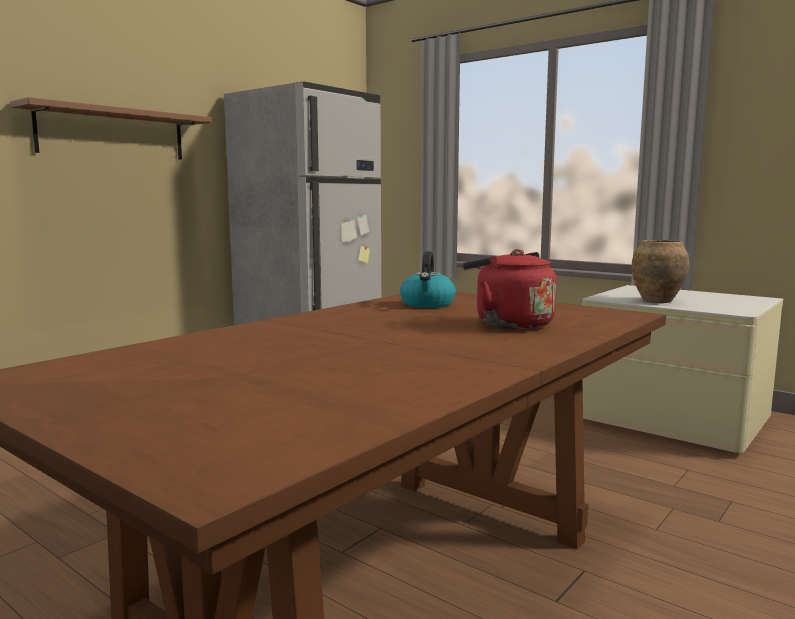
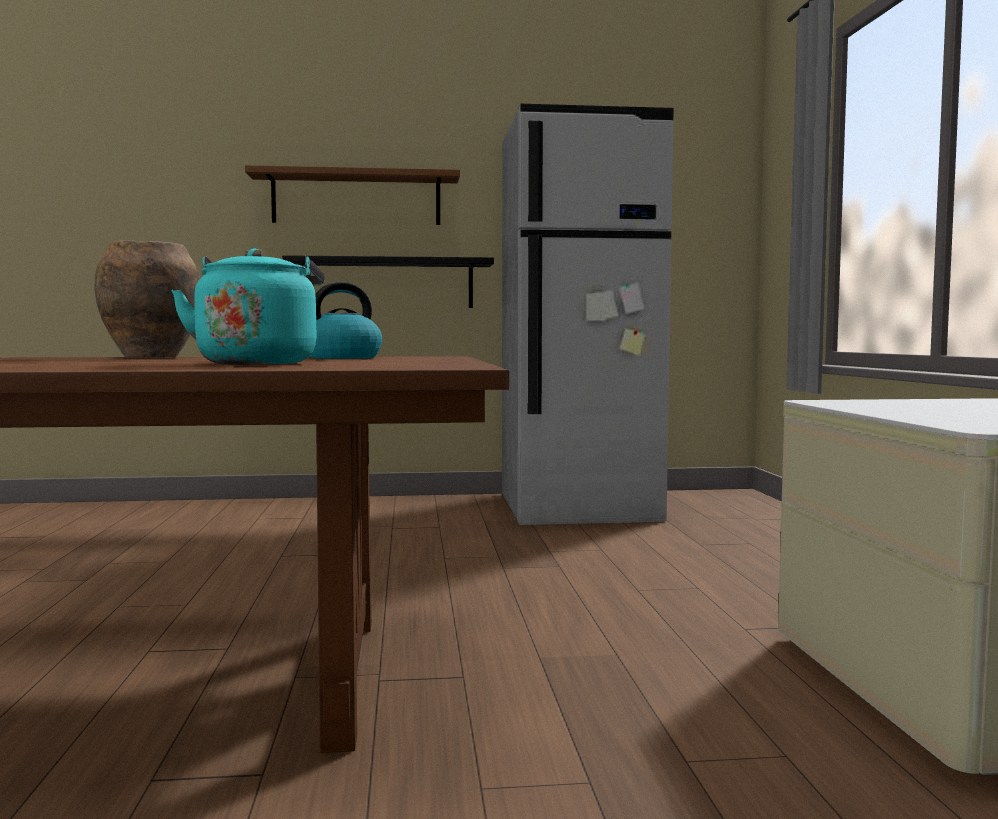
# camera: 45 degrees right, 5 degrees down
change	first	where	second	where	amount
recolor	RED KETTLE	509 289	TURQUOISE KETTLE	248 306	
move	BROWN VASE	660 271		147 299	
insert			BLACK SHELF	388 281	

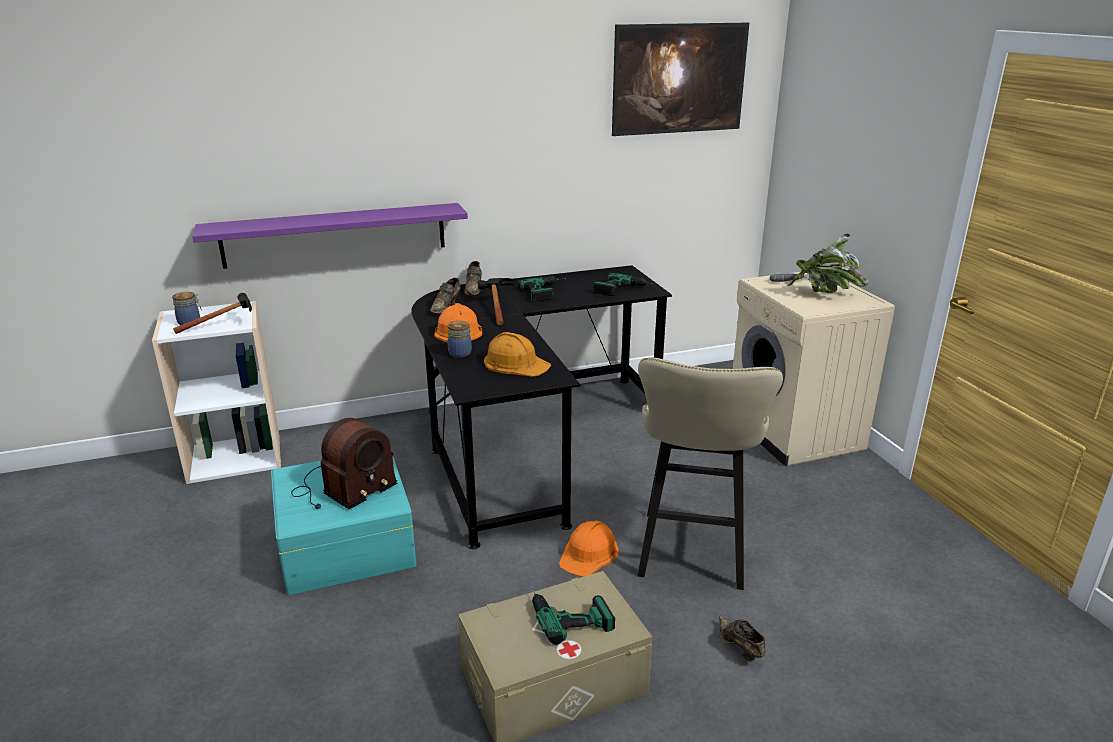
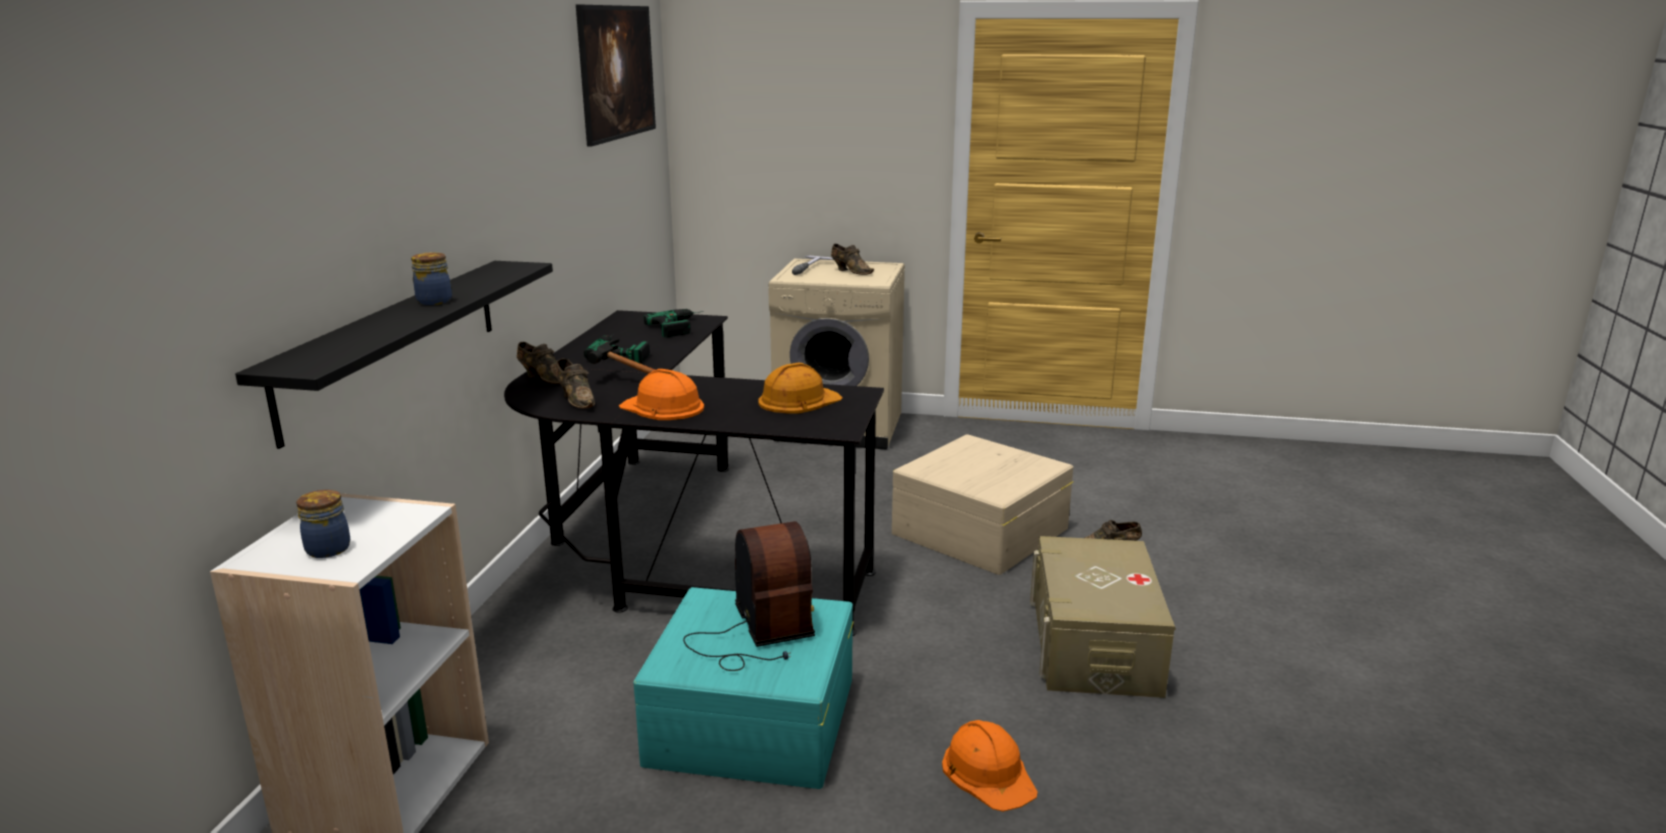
# camera: 60 degrees left, 5 degrees down
change	first	where	second	where	amount
delete	HAMMER	212 313			
recolor	PURPLE SHELF	330 236	BLACK SHELF	394 355	
move	JAR	459 339		431 278	
delete	POWER DRILL	573 615			
move	ORANGE HARD HAT	588 549		990 766	
replace	BEIGE STOOL	710 473	BEIGE STORAGE BOX	982 504	
replace	POTTED PLANT	828 263	BROWN SHOE	852 259	

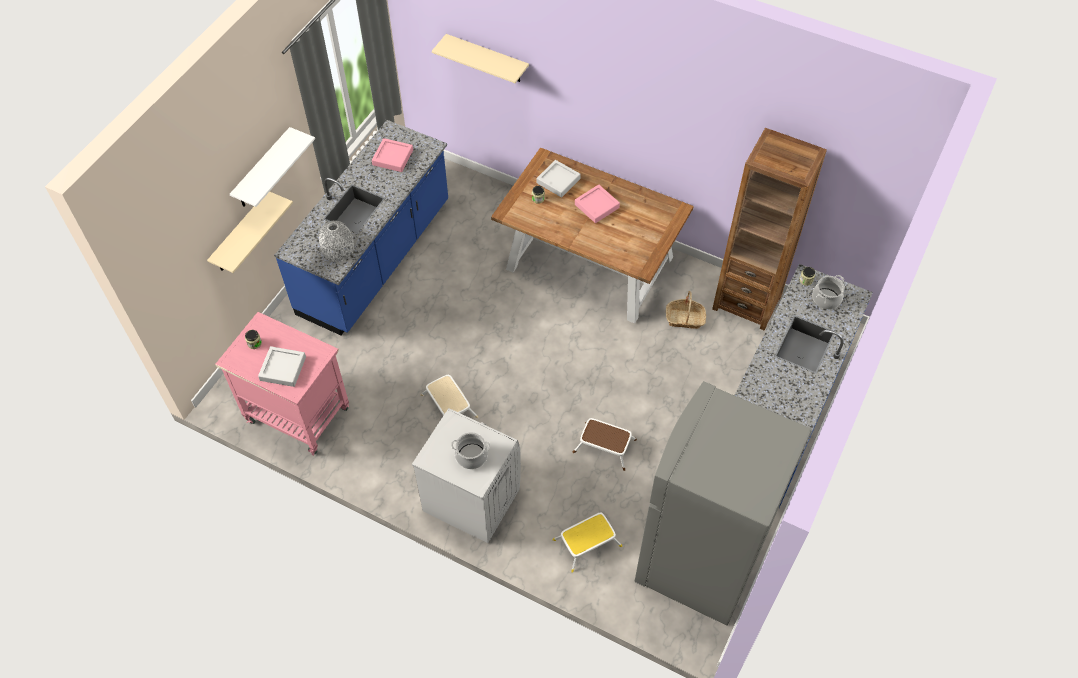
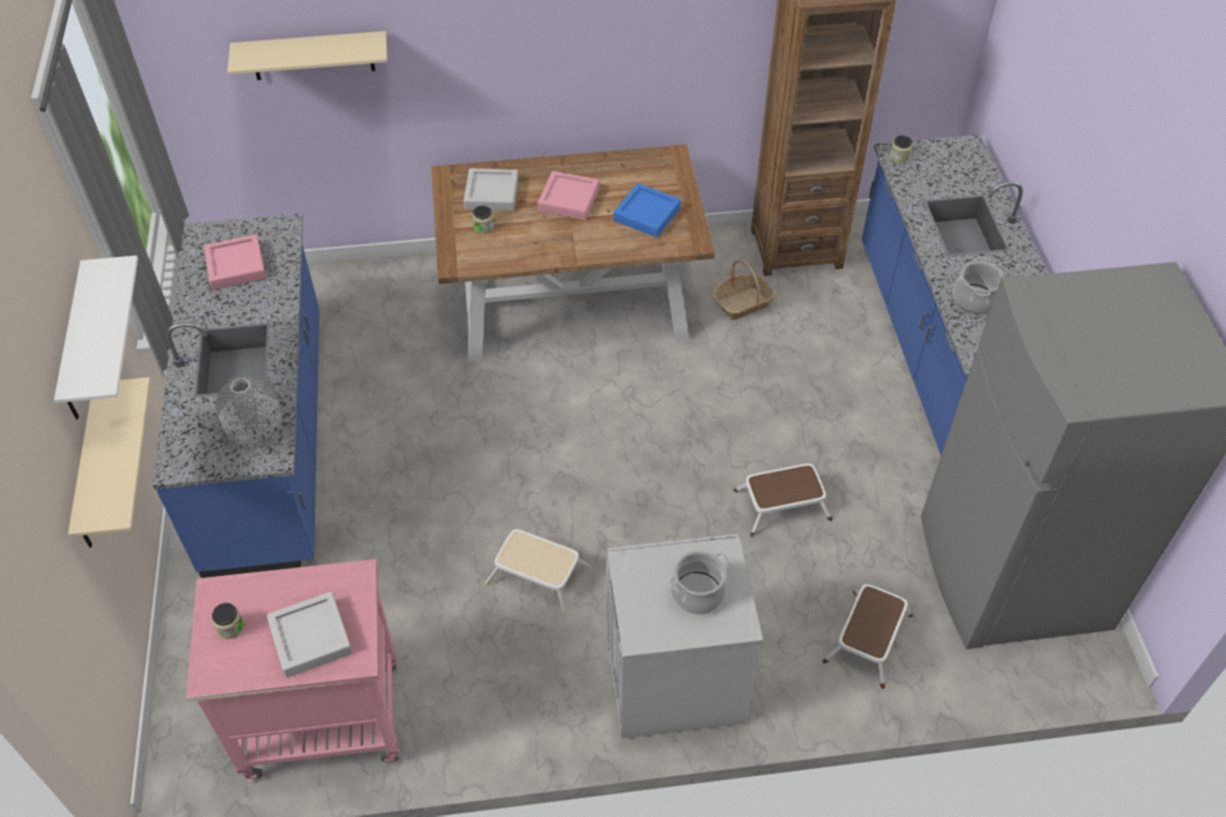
# camera: 35 degrees left, 5 degrees down
change	first	where	second	where	amount
recolor	YELLOW STEP LADDER	588 542	BROWN STEP LADDER	867 636	
move	COOKING POT	828 292		978 285	
insert			BLUE TRAY	647 210	

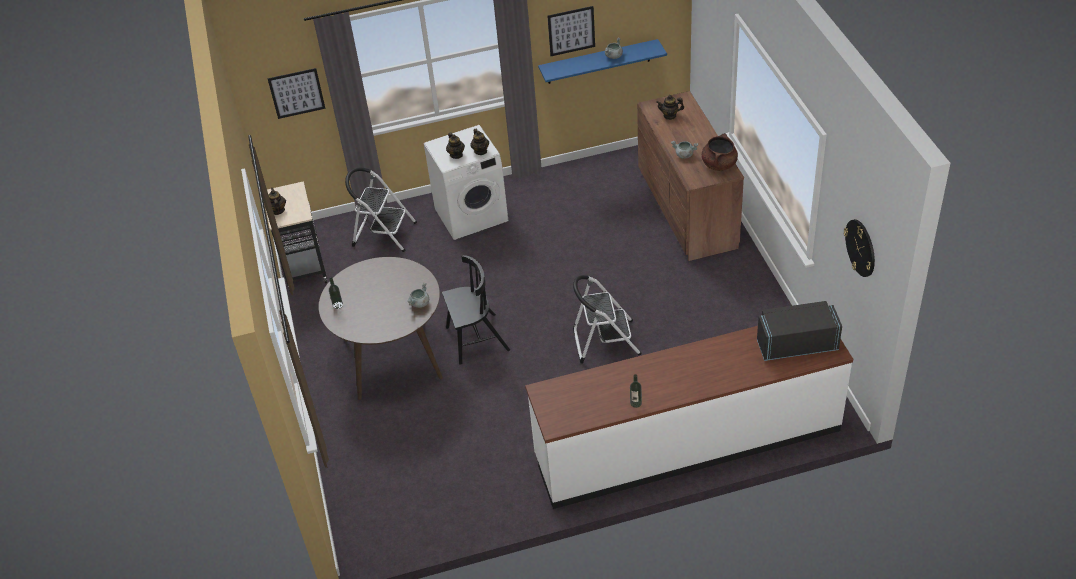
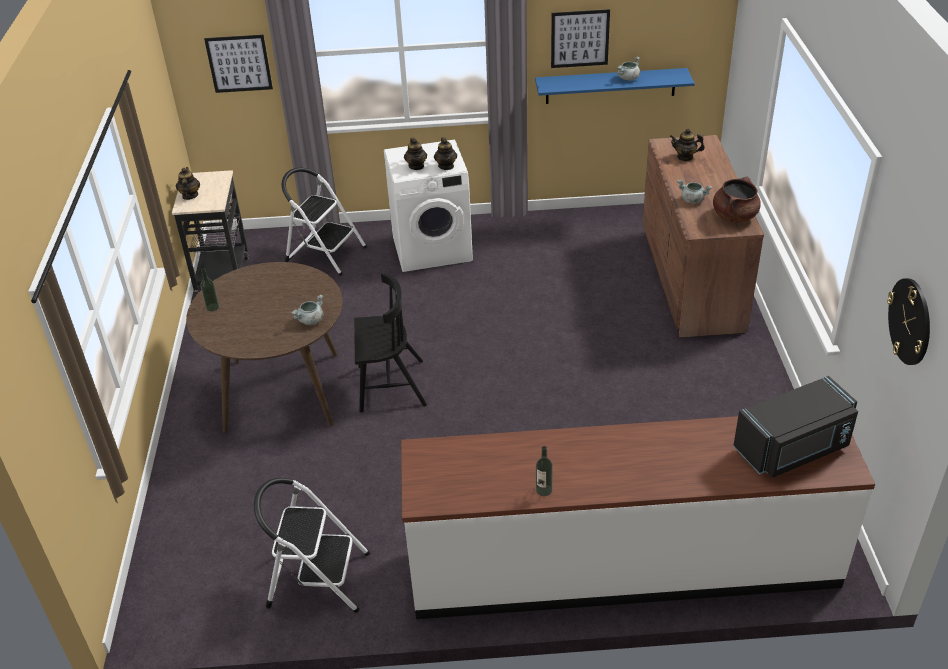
# camera: 10 degrees right, 5 degrees down
change	first	where	second	where	amount
move	STEP LADDER	607 319		312 545	
rotate	BLACK MICROWAVE	799 331		795 426	150 degrees clockwise

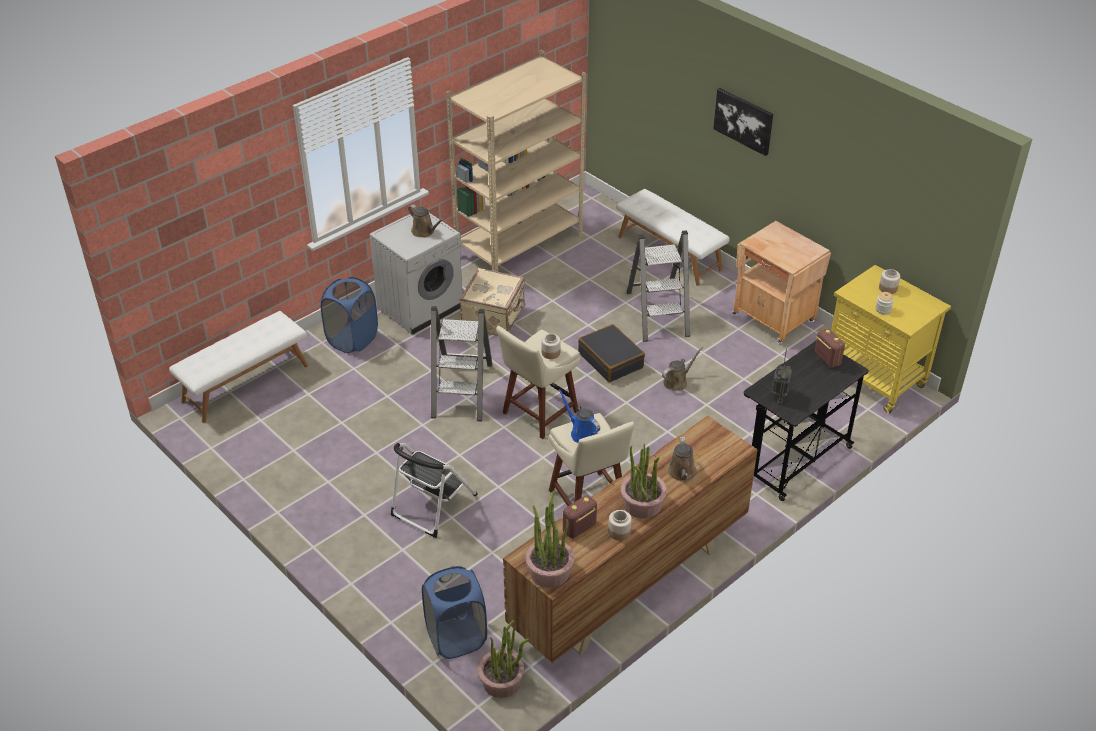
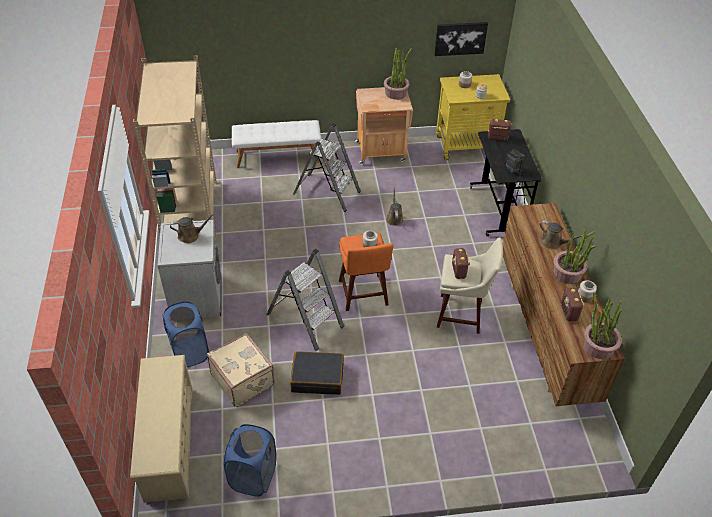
# camera: 55 degrees left, 5 degrees up
change	first	where	second	where	amount
replace	WHITE BENCH	238 367	BEIGE SHOE RACK	161 429	
delete	STEP LADDER	434 490			
move	BLUE LAUNDRY BASKET	454 612		250 460	
move	BEIGE SUITCASE	492 302		241 370	
move	POTTED PLANT	504 659		398 73	
recolor	BEIGE STOOL	538 382	ORANGE STOOL	366 272	
replace	BLUE WATERING CAN	579 416	RADIO	461 263	
move	BLACK SUITCASE	611 353		317 373	
move	PICTURE	743 122		461 39	

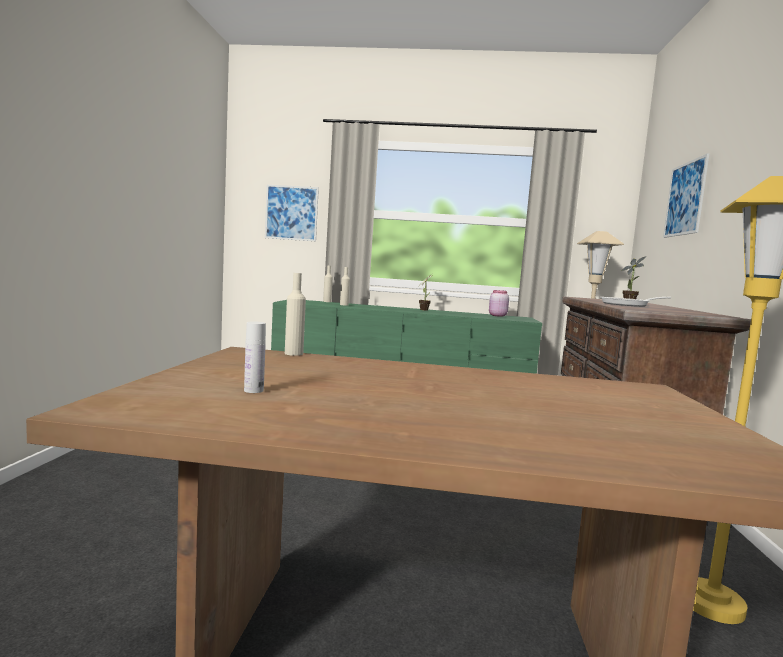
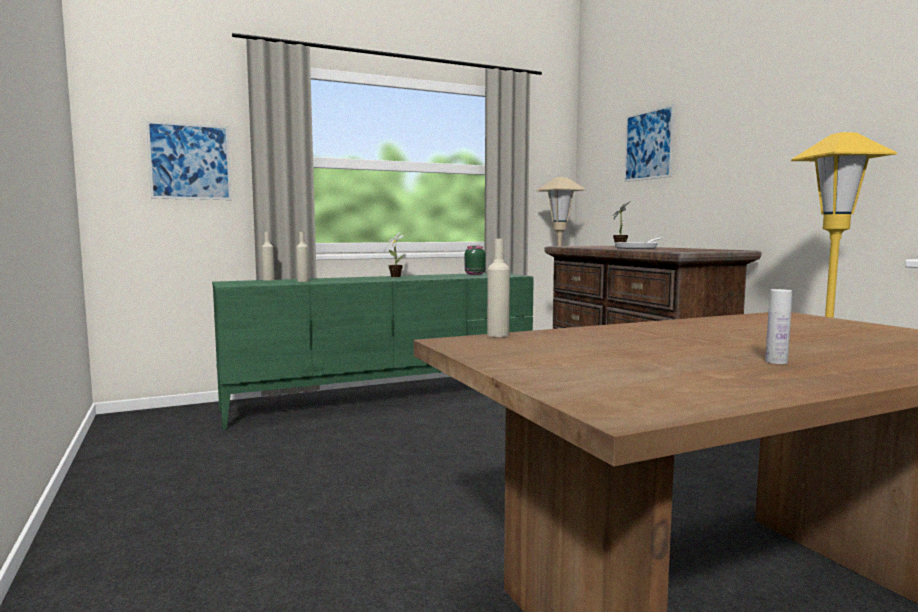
# camera: 30 degrees left, 0 degrees up
change	first	where	second	where	amount
move	WHITE BOTTLE	255 357		778 326	
recolor	PINK JAR	499 303	GREEN JAR	475 260	

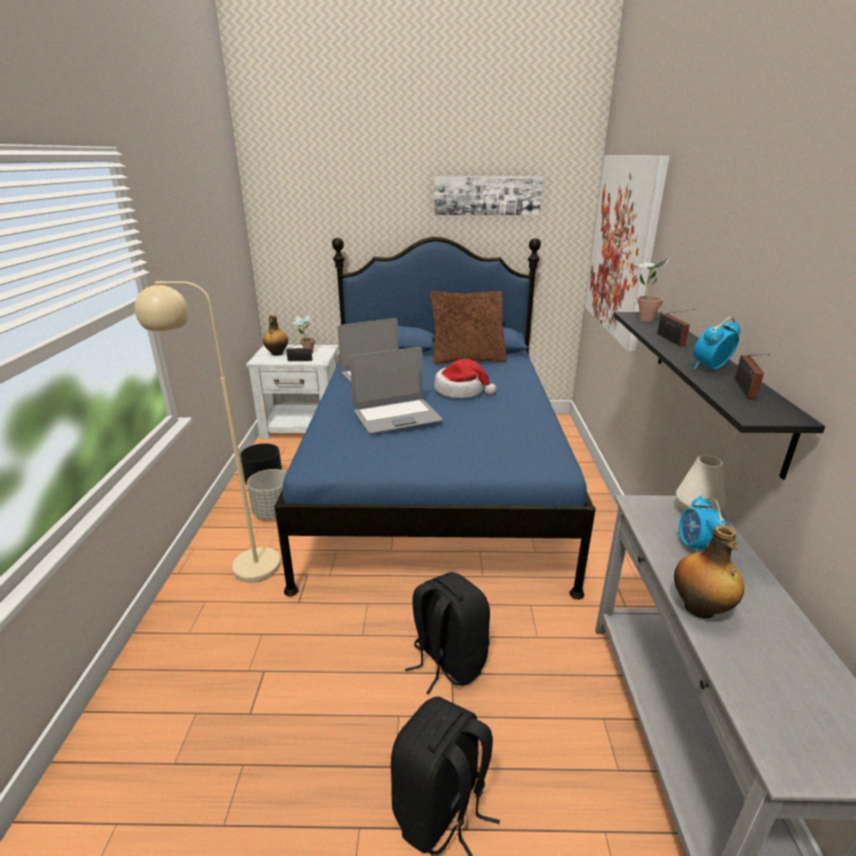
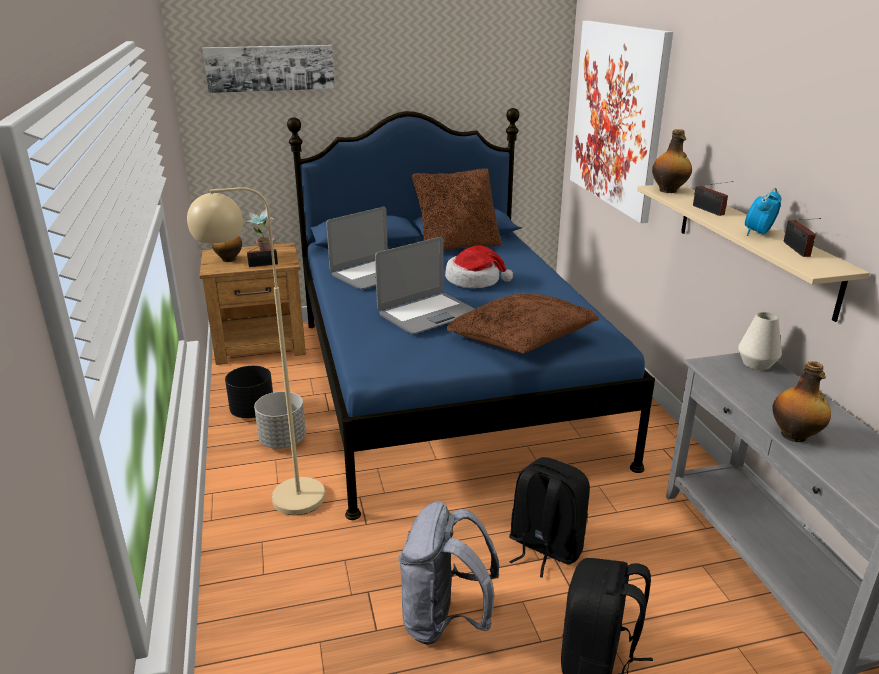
# camera: 15 degrees left, 0 degrees up
change	first	where	second	where	amount
recolor	WHITE NIGHTSTAND	292 392	BROWN NIGHTSTAND	253 304	
move	PICTURE	488 196		269 69	
recolor	BLACK SHELF	719 396	BEIGE SHELF	753 253	
replace	POTTED PLANT	650 288	BOTTLE	672 161	
delete	ALARM CLOCK	703 524			
insert			GREY BACKPACK	448 573	
insert			BROWN PILLOW	523 323	

